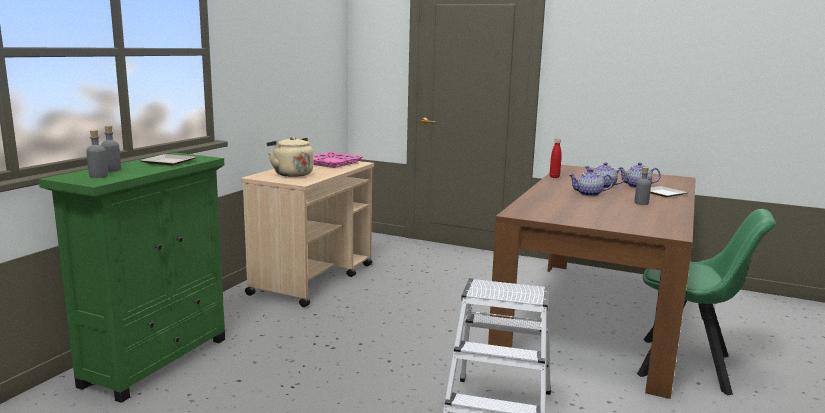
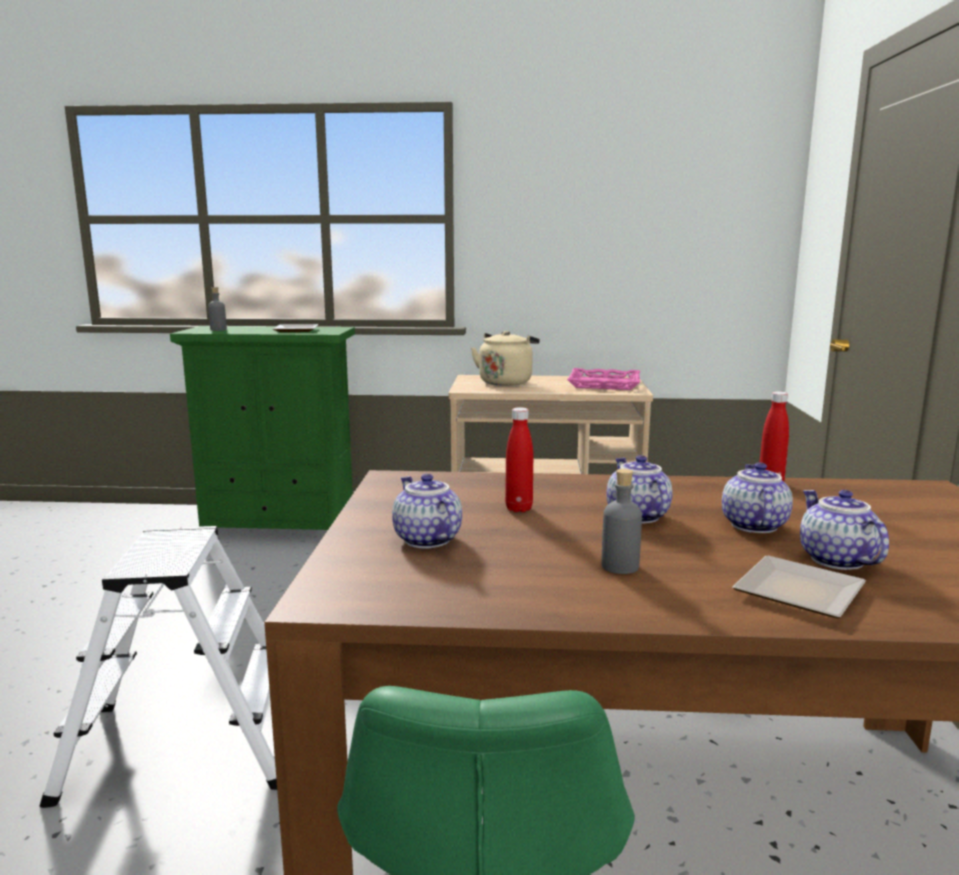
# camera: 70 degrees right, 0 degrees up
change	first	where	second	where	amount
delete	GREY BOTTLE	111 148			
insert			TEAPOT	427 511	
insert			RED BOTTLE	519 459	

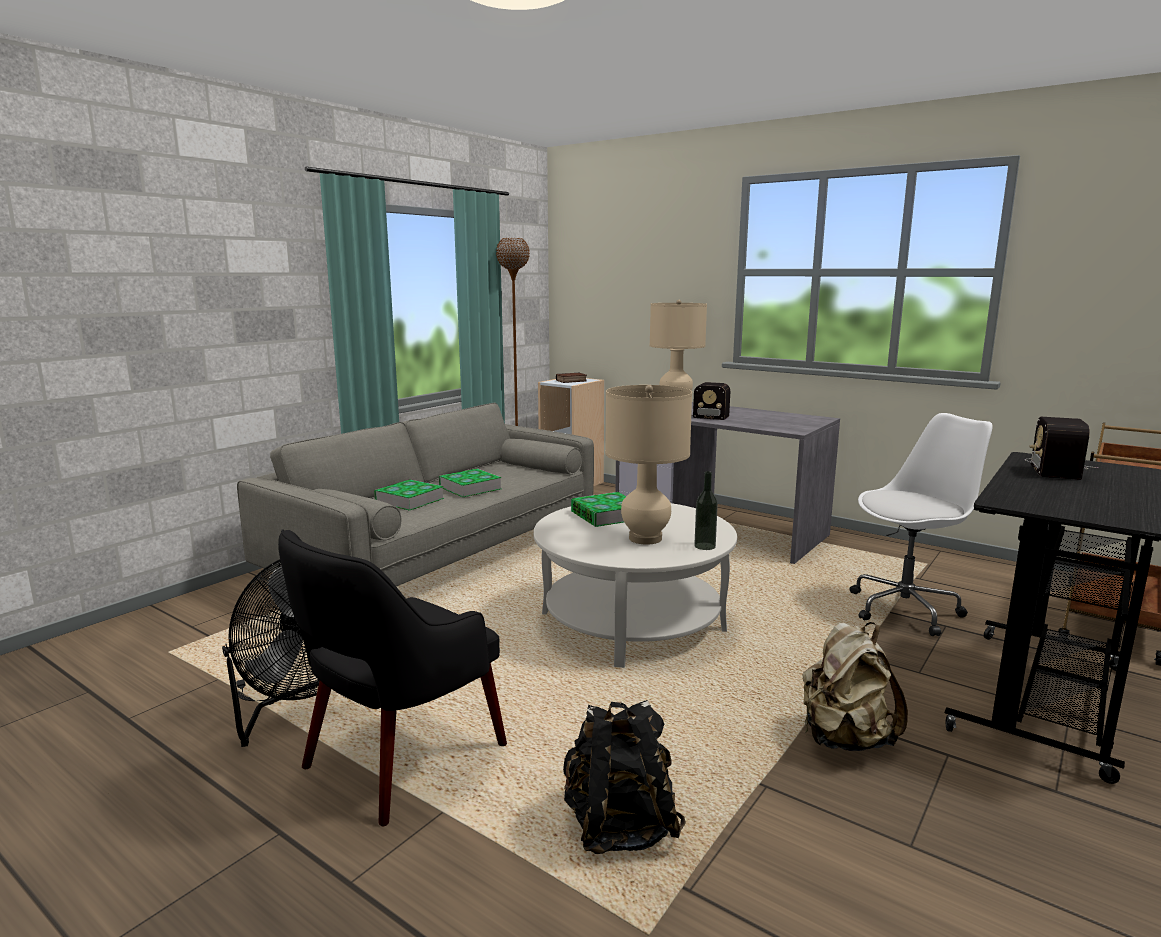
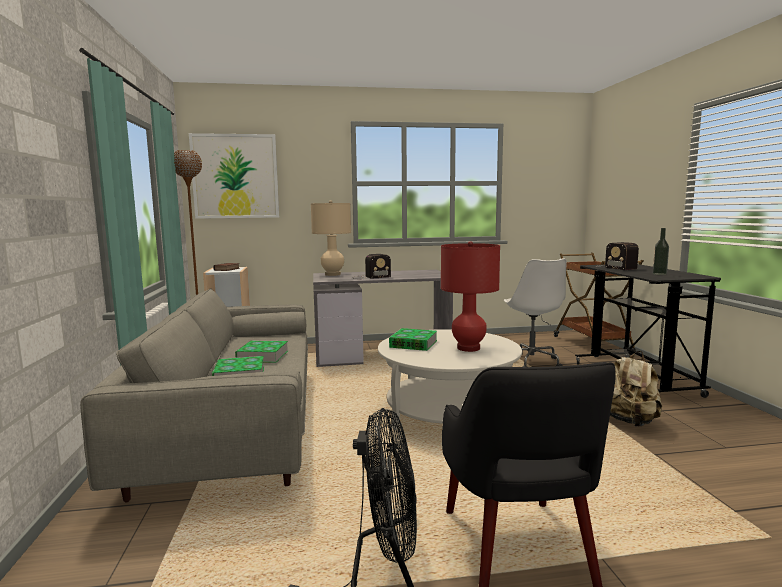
# camera: 45 degrees left, 5 degrees down
change	first	where	second	where	amount
delete	BLACK BACKPACK	624 777			
recolor	BEIGE TABLE LAMP	648 465	RED TABLE LAMP	470 296	
move	BOTTLE	706 510		661 251	
rotate	WHITE OFFICE CHAIR	920 524		535 312	150 degrees clockwise
insert			PICTURE	234 176	

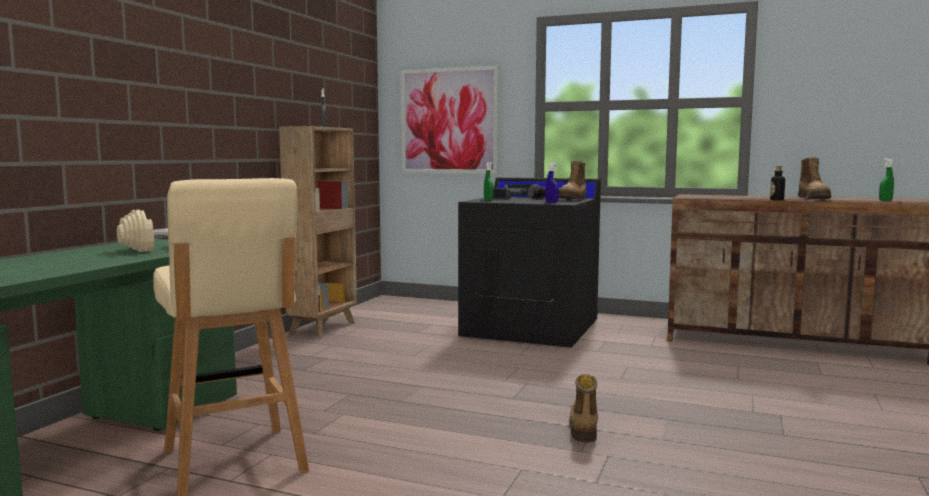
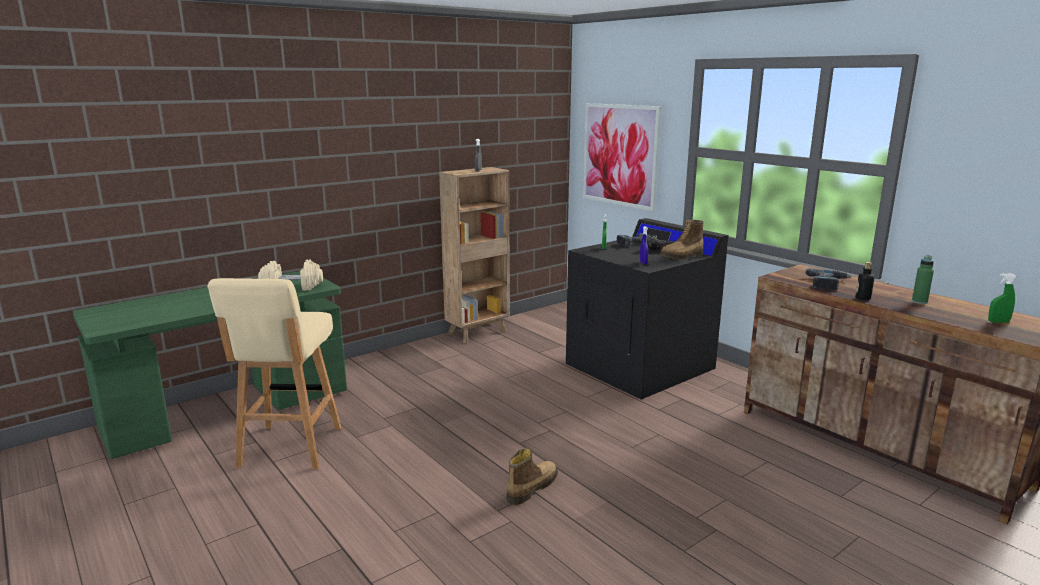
# camera: 30 degrees right, 10 degrees up
change	first	where	second	where	amount
replace	BOOT	814 178	GREEN BOTTLE	923 279	
insert			POWER DRILL	828 279	

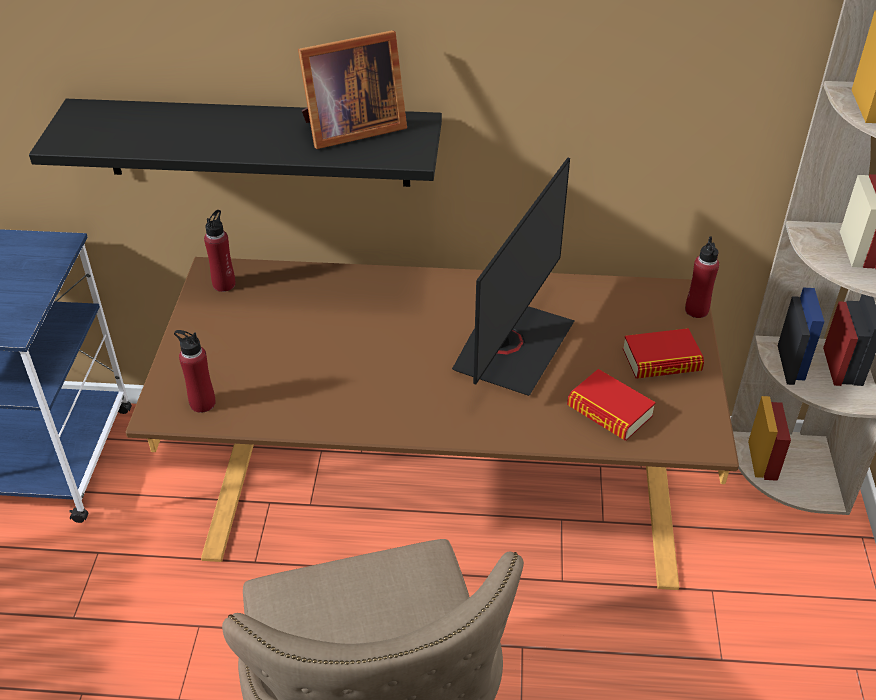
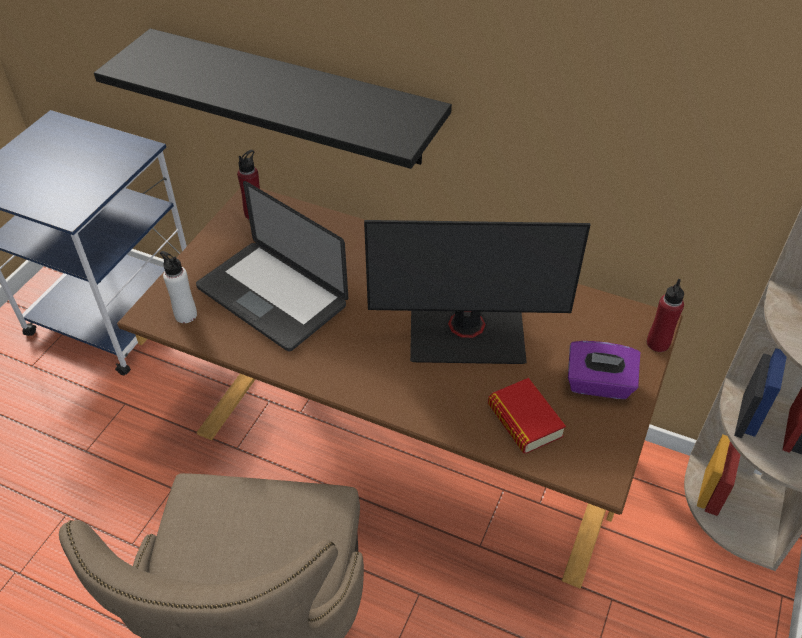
# camera: 20 degrees right, 5 degrees up
change	first	where	second	where	amount
recolor	RED BOTTLE	195 371	WHITE BOTTLE	178 287	
delete	PICTURE FRAME	352 89			
rotate	MONITOR	513 277		477 292	45 degrees clockwise
replace	BOOK	663 353	PURPLE TISSUE BOX	604 370	
insert			LAPTOP	272 266	

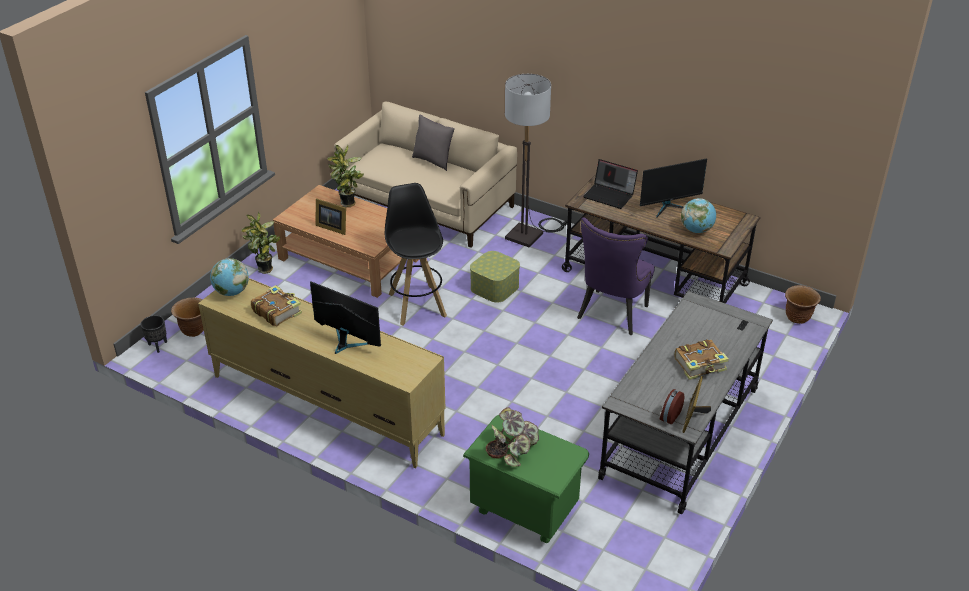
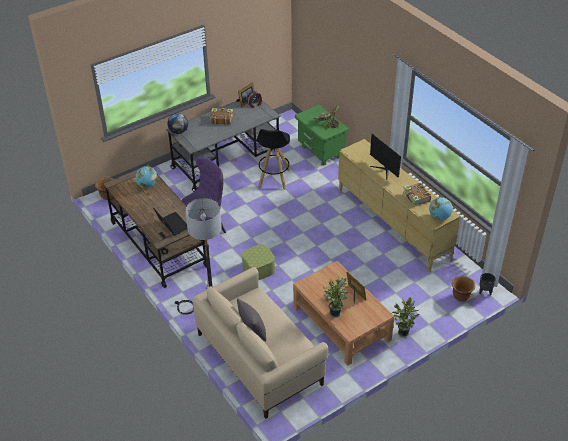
# camera: 155 degrees left, 5 degrees up
change	first	where	second	where	amount
move	BLACK STOOL	416 254		273 159	
delete	MONITOR	673 188			
insert			GLOBE	177 123	

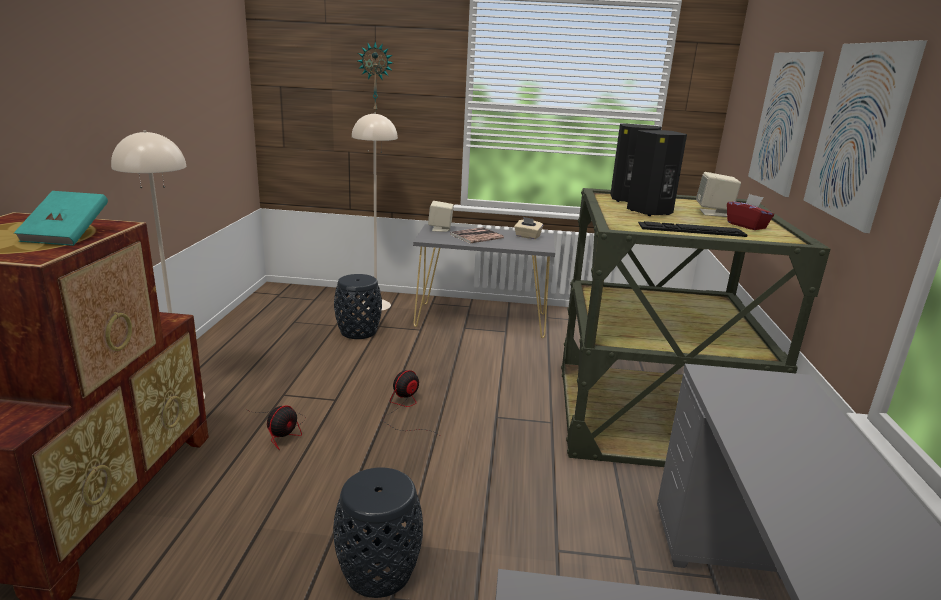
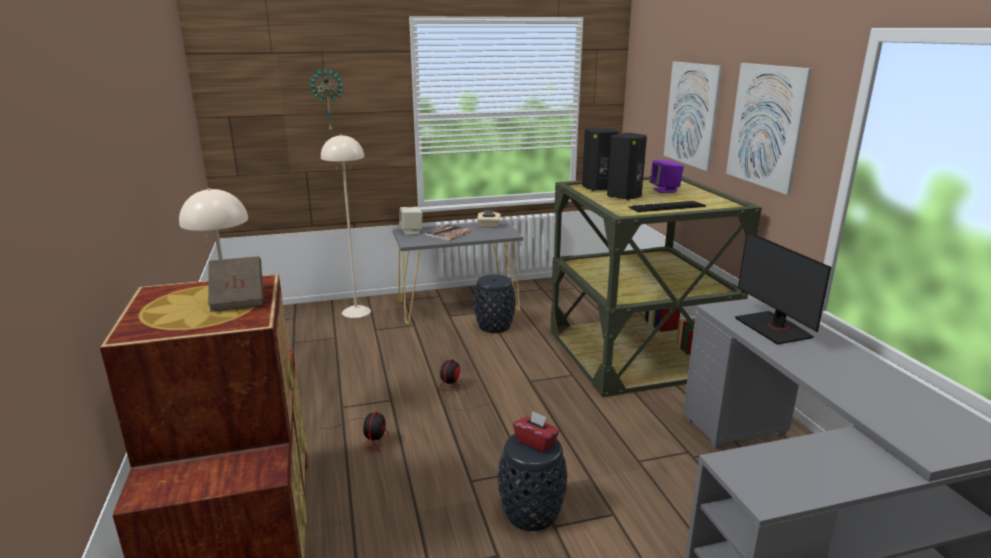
# camera: 20 degrees left, 0 degrees up
change	first	where	second	where	amount
recolor	TURQUOISE BOOK	61 218	BROWN BOOK	236 284	
move	BLACK STOOL	358 306		494 303	
recolor	BEIGE SPEAKER	718 194	PURPLE SPEAKER	666 176	
move	RED TISSUE BOX	750 212		536 431	
insert			MONITOR	783 288	

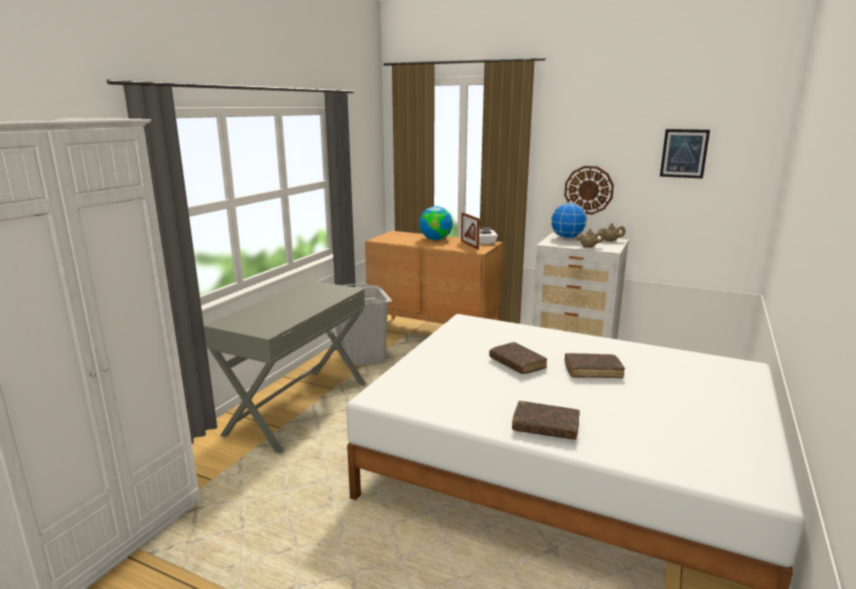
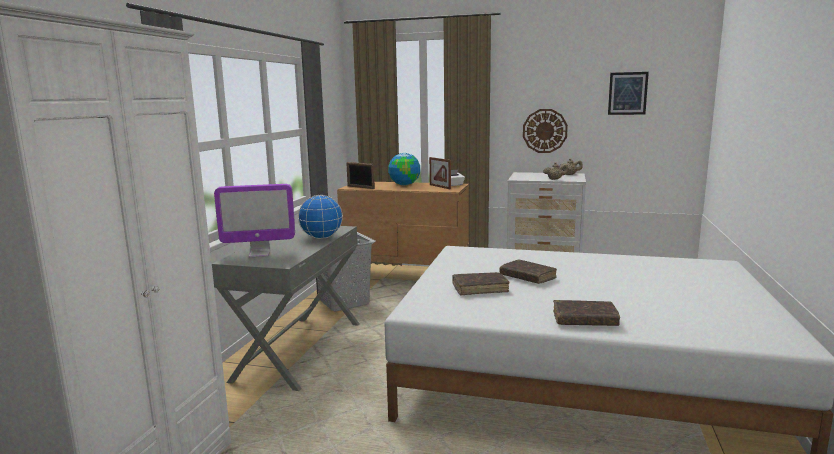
# camera: 10 degrees left, 5 degrees down
change	first	where	second	where	amount
move	GLOBE	569 220		320 217	
move	BROWN BOOK	594 365		481 283	
insert			MONITOR	254 220	
insert			PICTURE FRAME	360 175	

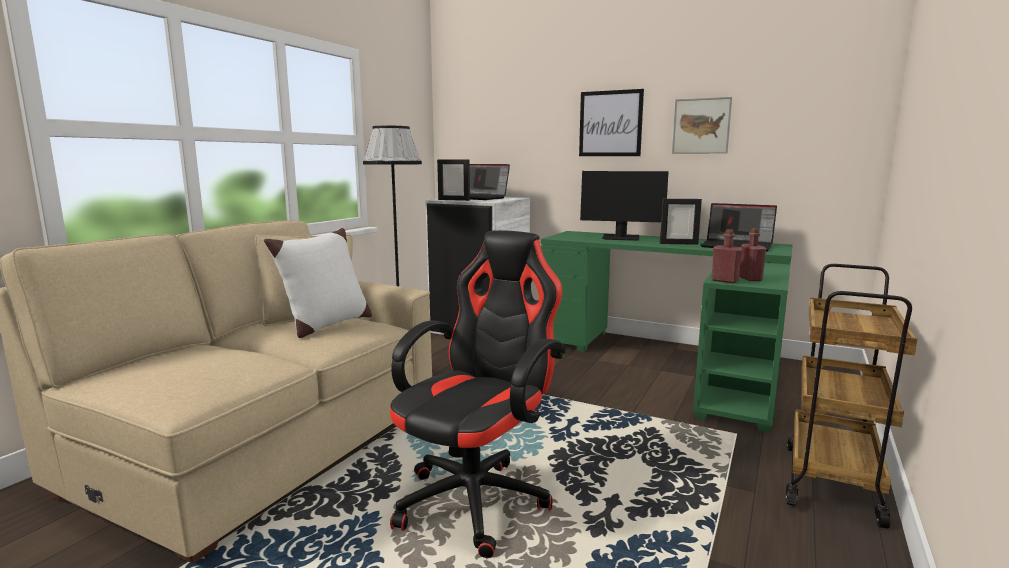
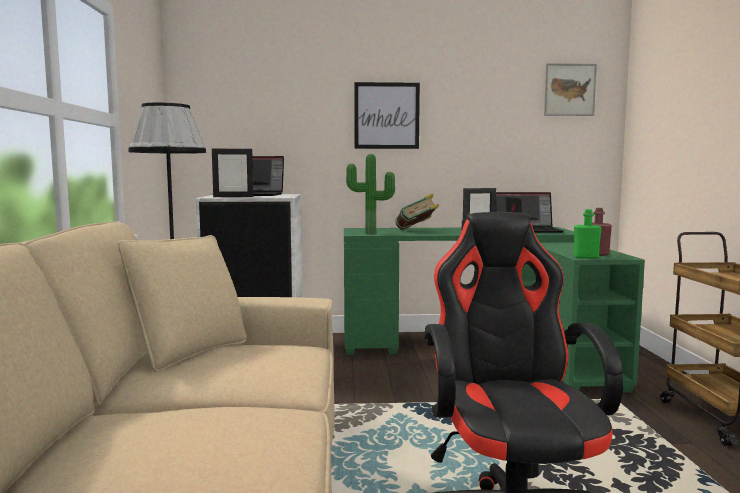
# camera: 30 degrees left, 5 degrees down
change	first	where	second	where	amount
delete	WHITE PILLOW	318 283			
replace	MONITOR	624 206	BOOK	417 211	
move	PICTURE	702 125		570 89	
recolor	RED BOTTLE	727 256	GREEN BOTTLE	588 234	
insert			POTTED PLANT	370 194	

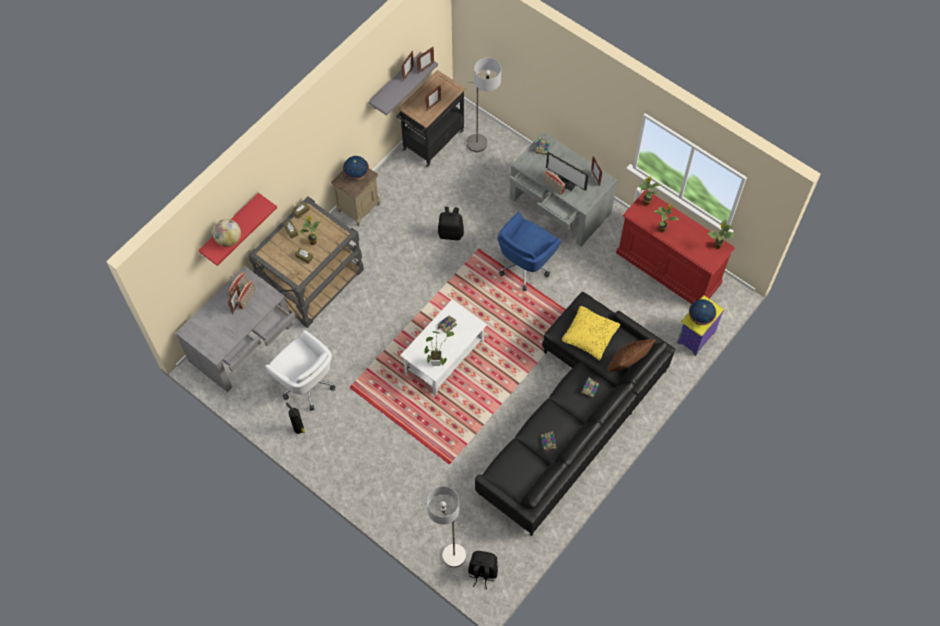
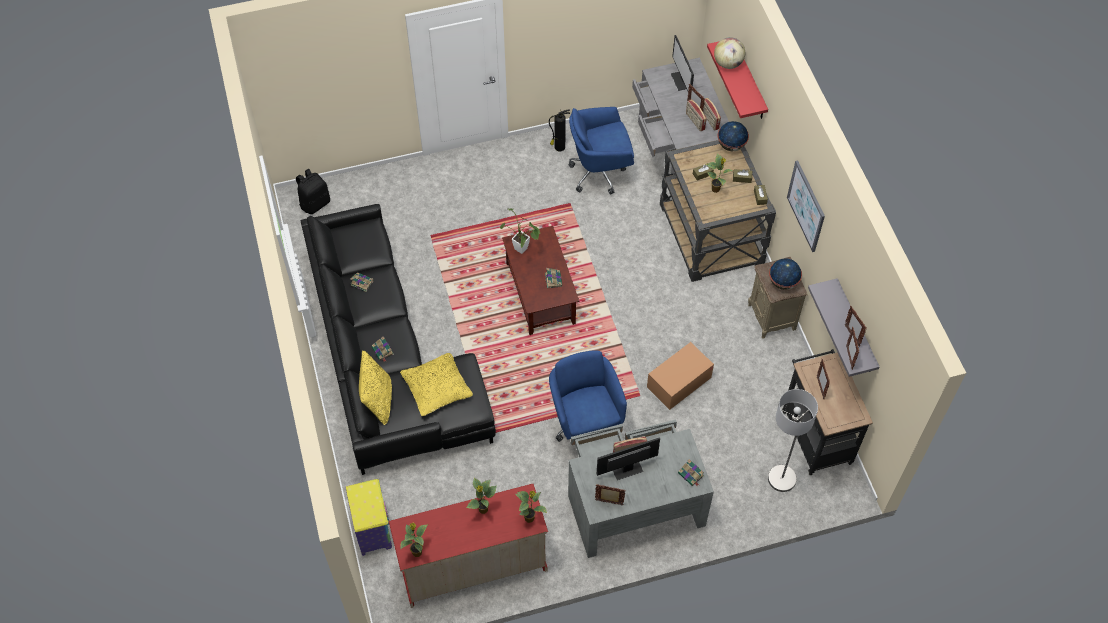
# camera: 125 degrees right, 5 degrees down
change	first	where	second	where	amount
recolor	WHITE OFFICE CHAIR	300 370	BLUE OFFICE CHAIR	601 151	
recolor	WHITE COFFEE TABLE	443 347	BROWN COFFEE TABLE	540 280	
delete	GREY FLOOR LAMP	446 527			
replace	BLACK BACKPACK	451 223	CARDBOARD BOX	680 376	
recolor	BROWN PILLOW	631 355	YELLOW PILLOW	375 387	
move	GLOBE	702 312		733 136	
insert			MONITOR	682 63	
insert			PICTURE	806 206	

